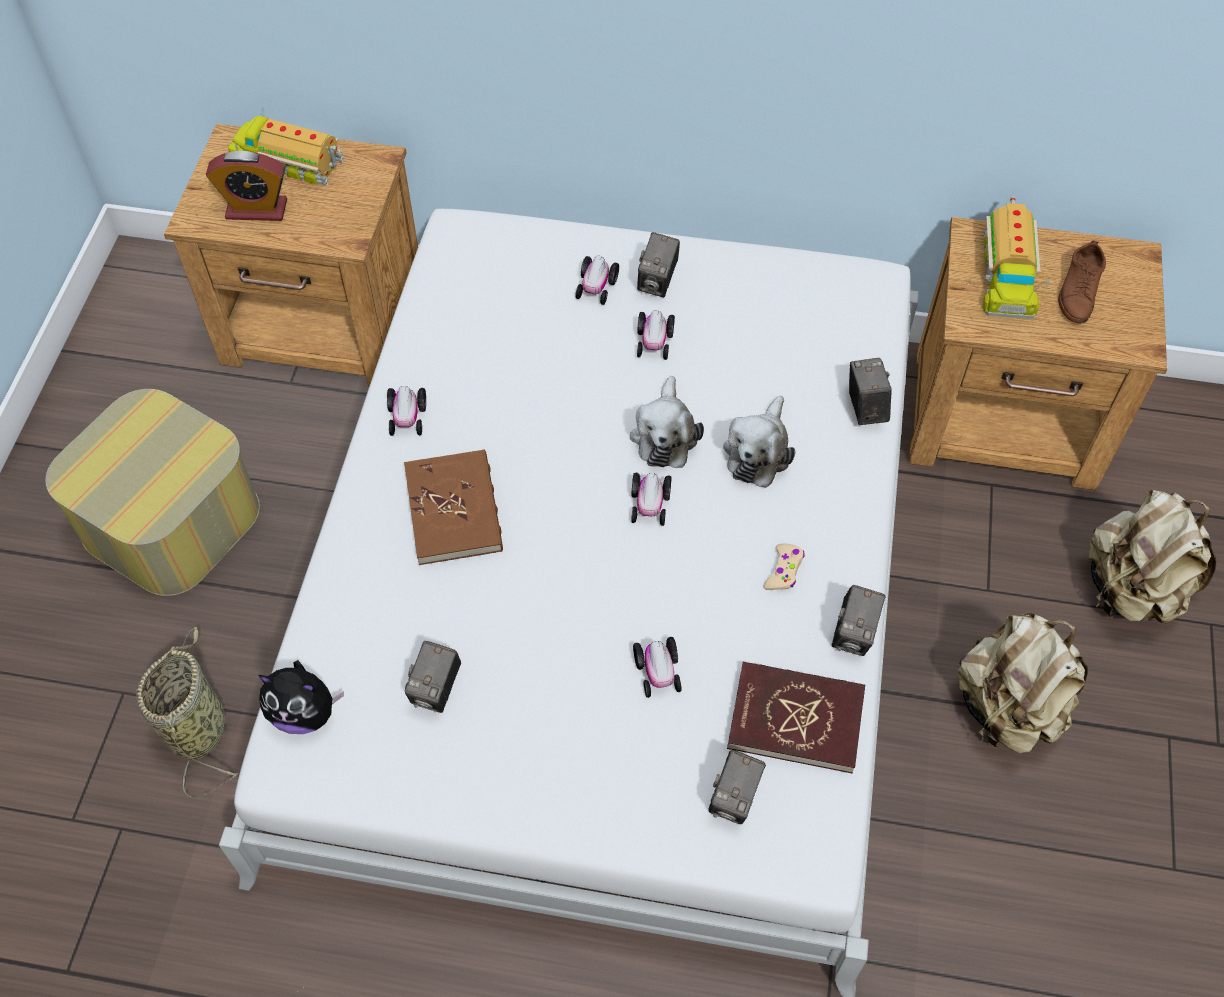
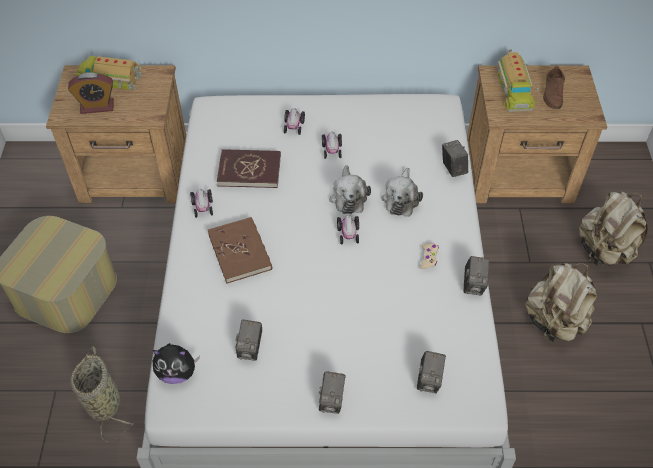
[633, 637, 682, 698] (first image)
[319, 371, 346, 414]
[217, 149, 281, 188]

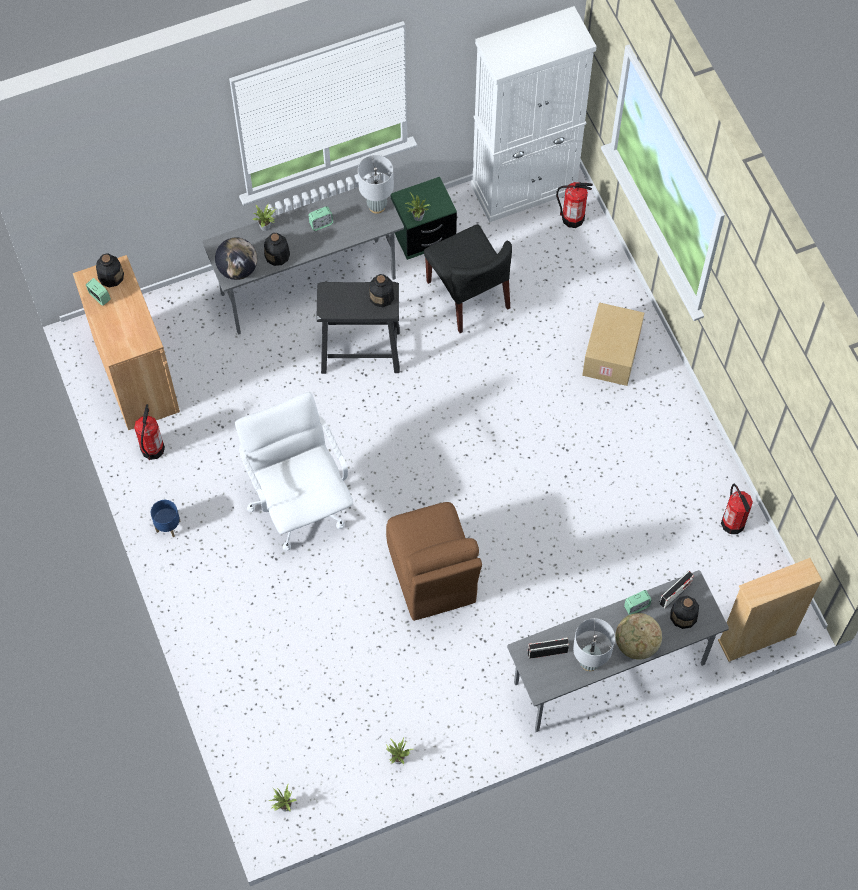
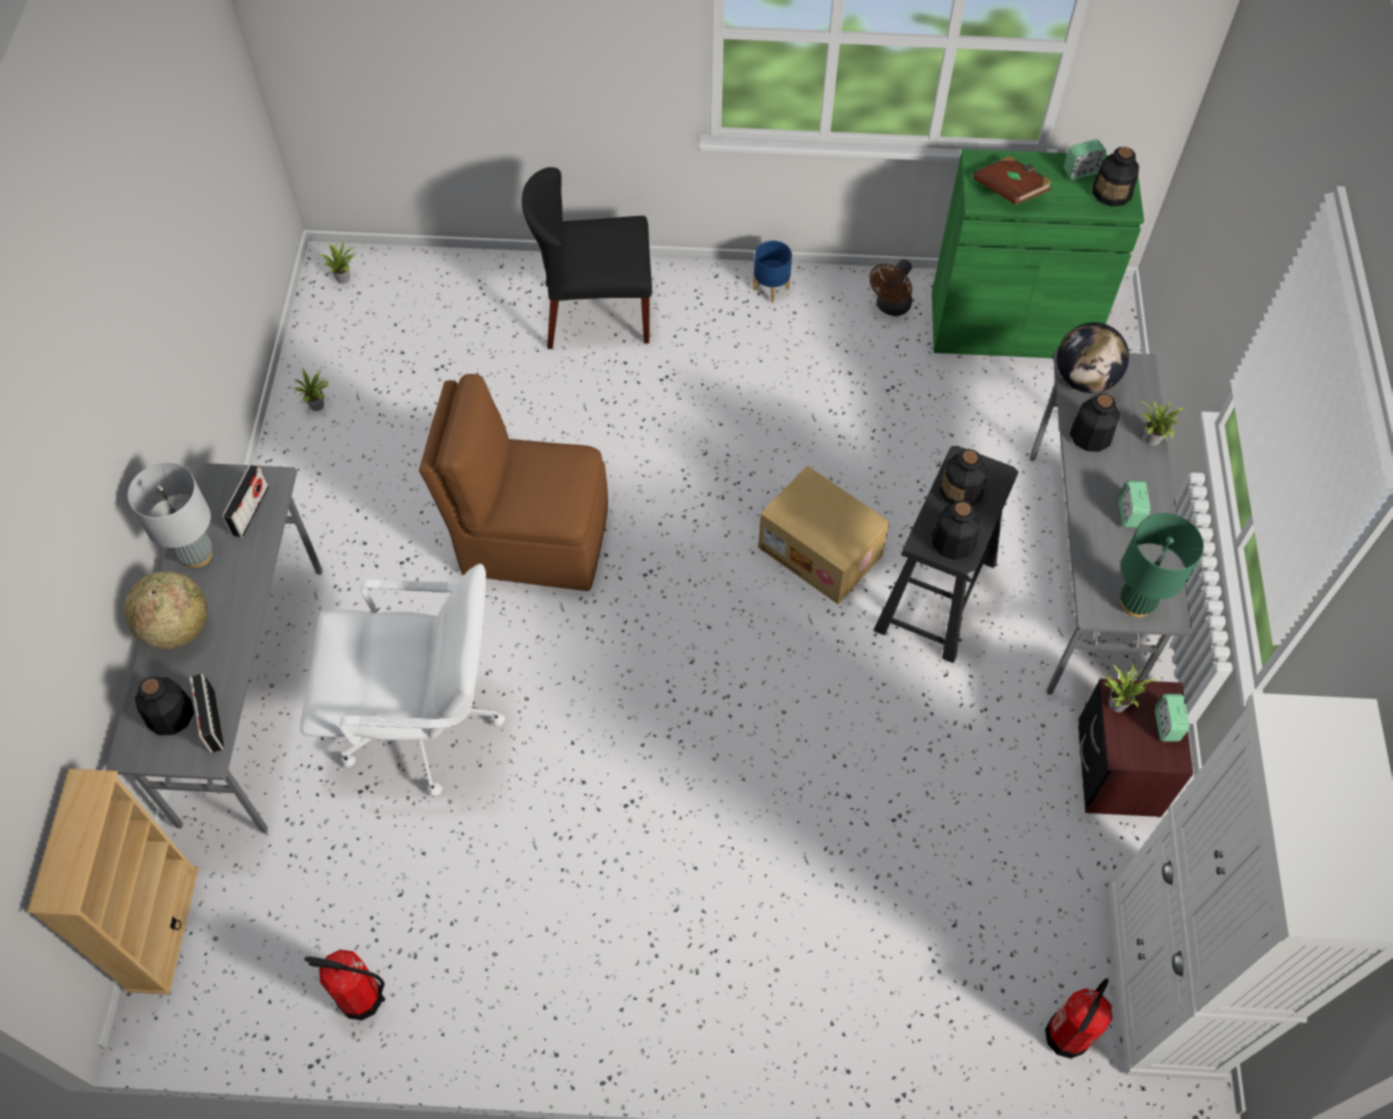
[939, 449, 987, 506]
[973, 156, 1052, 205]
[300, 564, 505, 796]
[522, 167, 652, 349]
[758, 466, 890, 604]
[1155, 694, 1189, 742]
[869, 259, 912, 316]
[932, 149, 1144, 358]
[1121, 513, 1204, 618]
[1078, 678, 1193, 817]

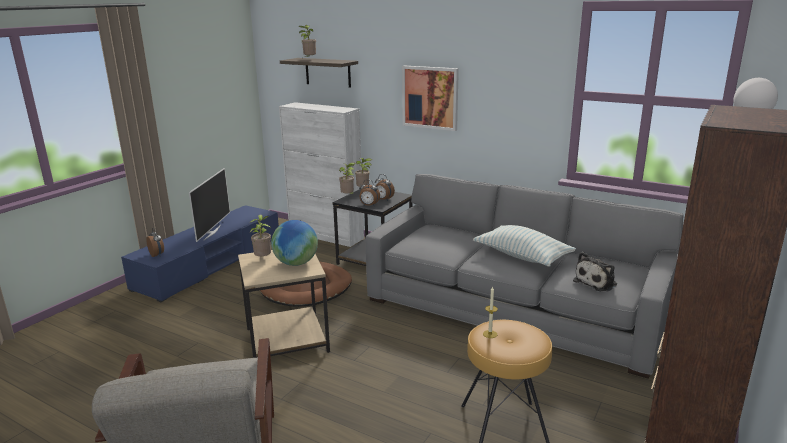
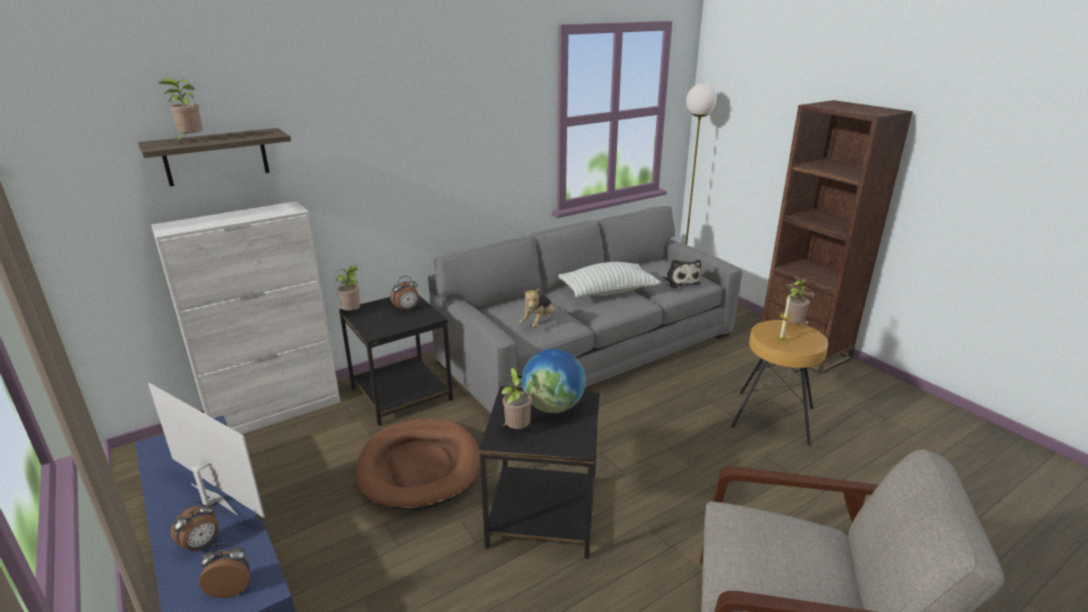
[402, 66, 459, 131] (first image)
[519, 288, 554, 328]
[786, 276, 810, 323]
[170, 501, 219, 553]
[479, 386, 600, 559]

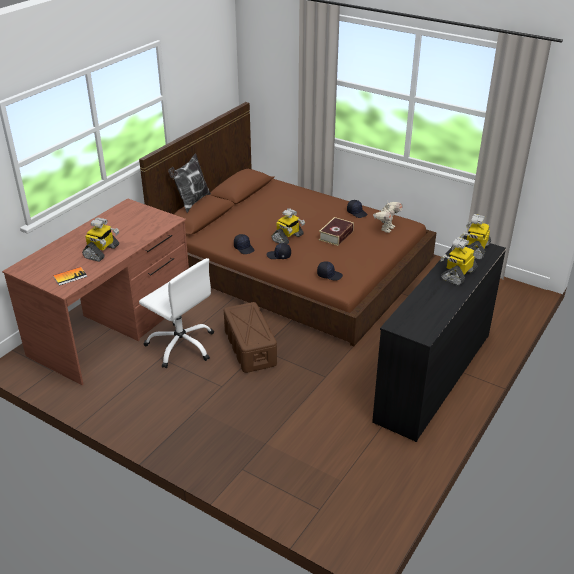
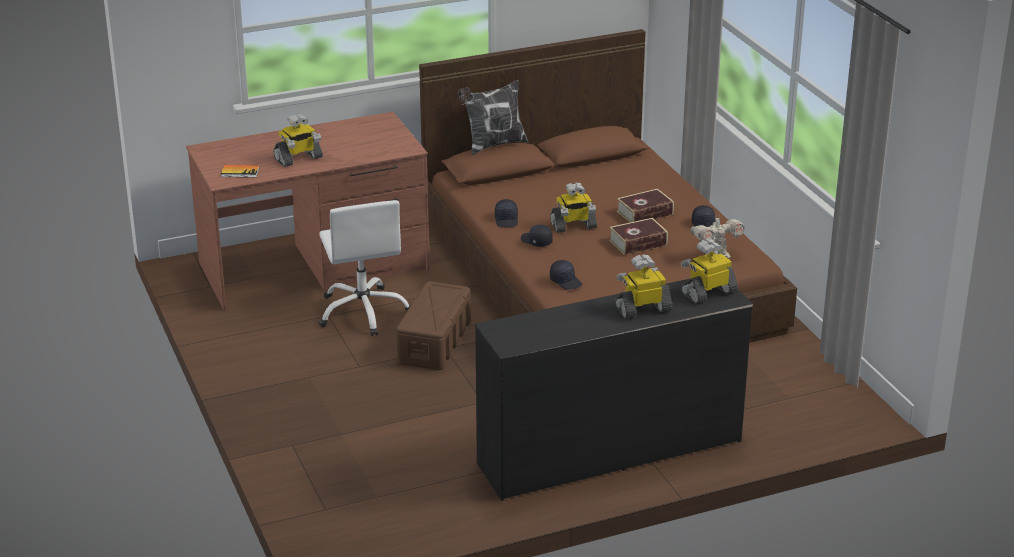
[617, 189, 674, 222]

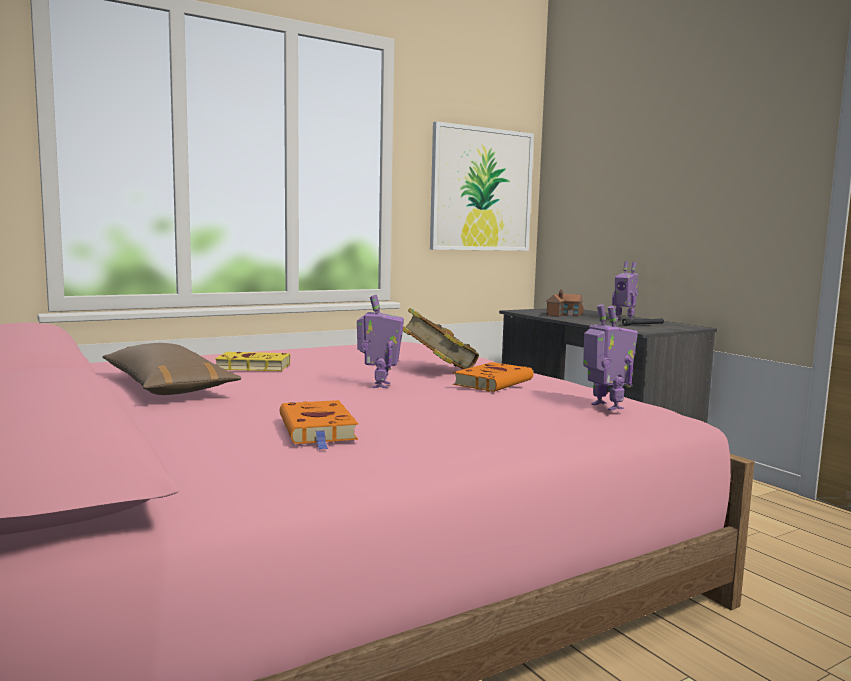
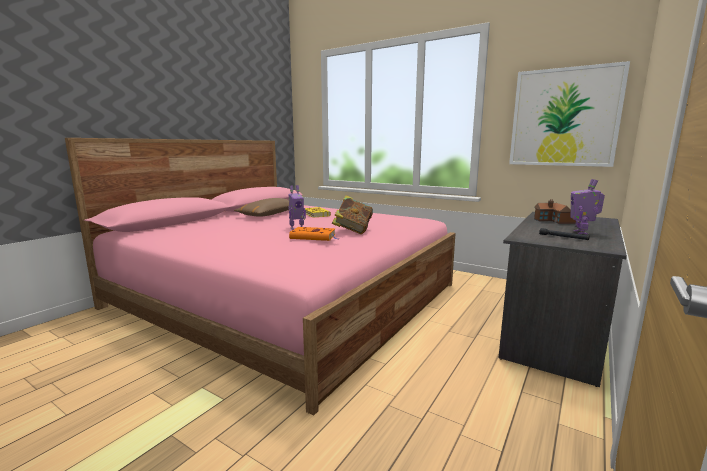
[280, 400, 358, 450] (first image)
[583, 304, 638, 411] (first image)

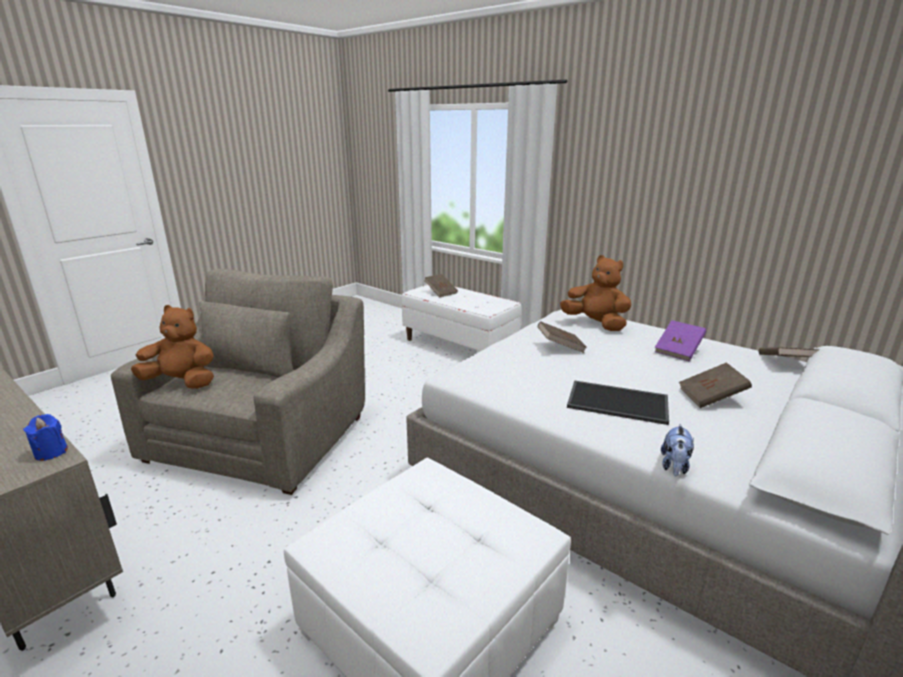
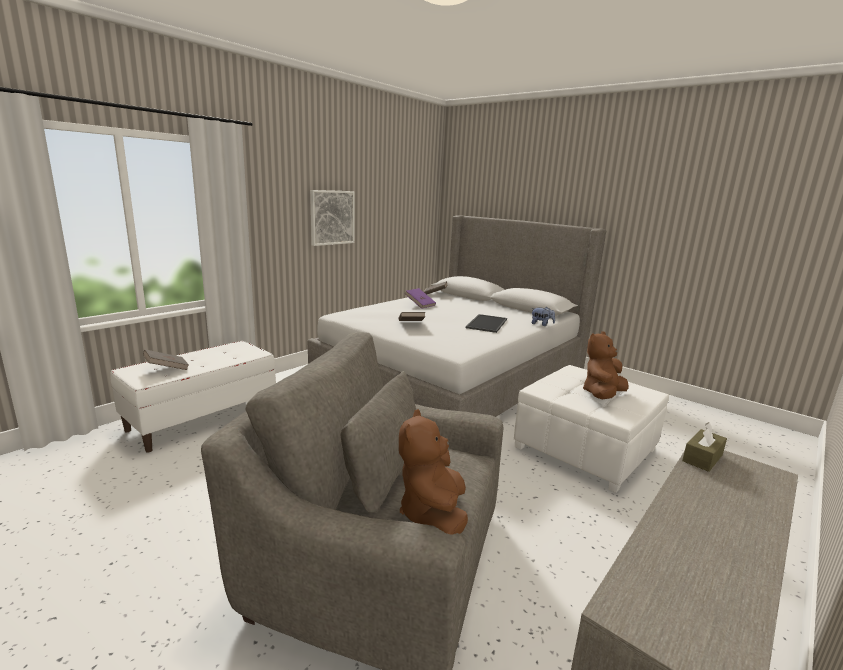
[679, 363, 752, 408] (first image)
[310, 190, 355, 246]
[583, 331, 629, 399]
[682, 422, 727, 472]

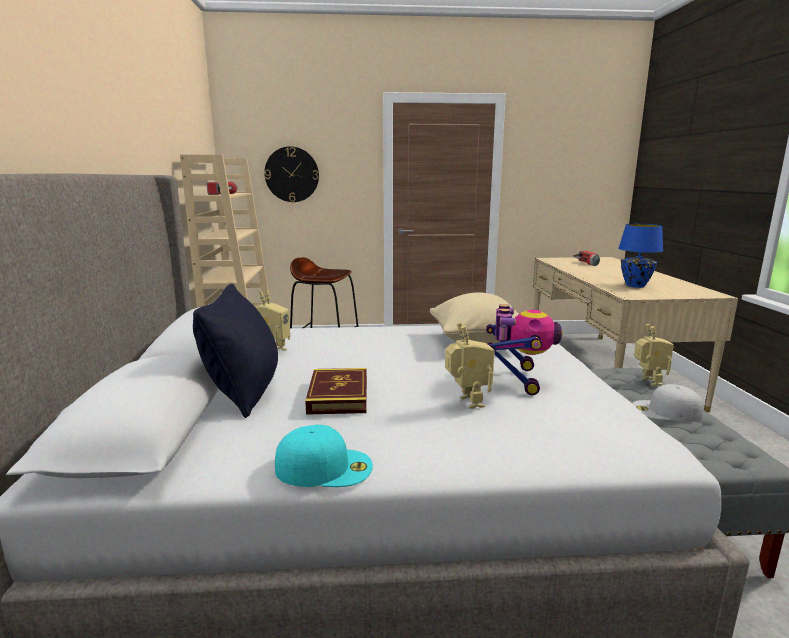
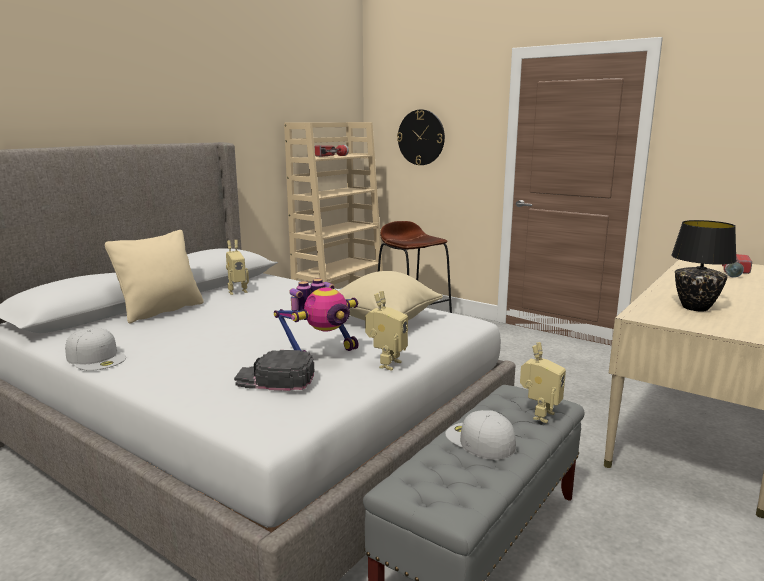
[305, 368, 367, 415] (first image)
[234, 350, 314, 391]
[365, 291, 408, 371]
[105, 230, 204, 324]
[65, 328, 126, 371]
[671, 220, 737, 311]

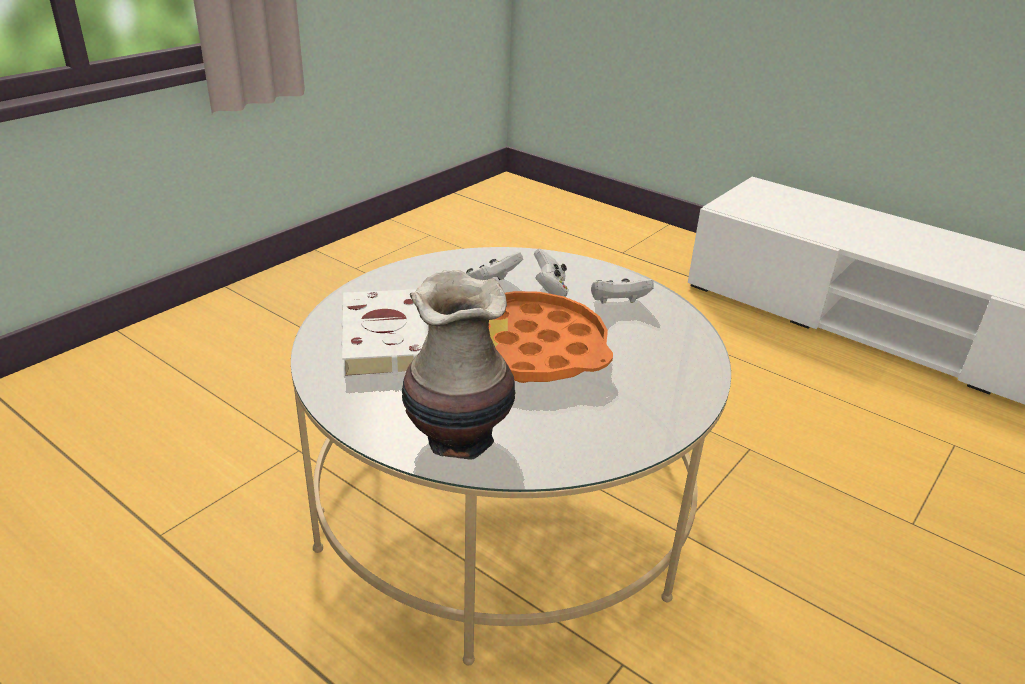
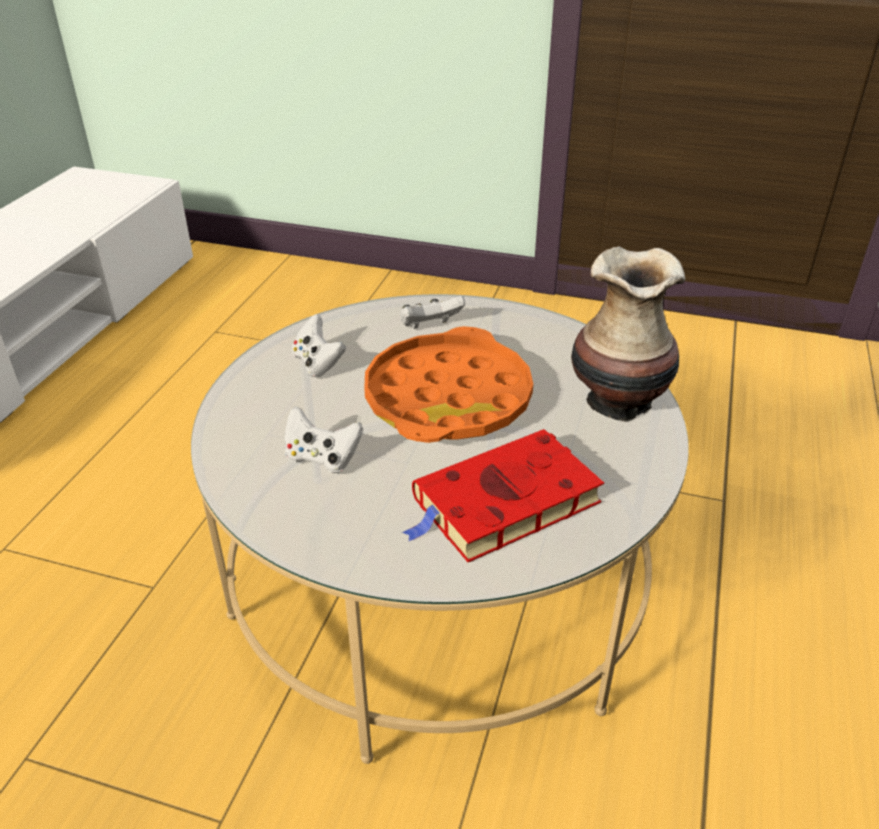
[400, 296, 465, 329]
[402, 429, 604, 562]

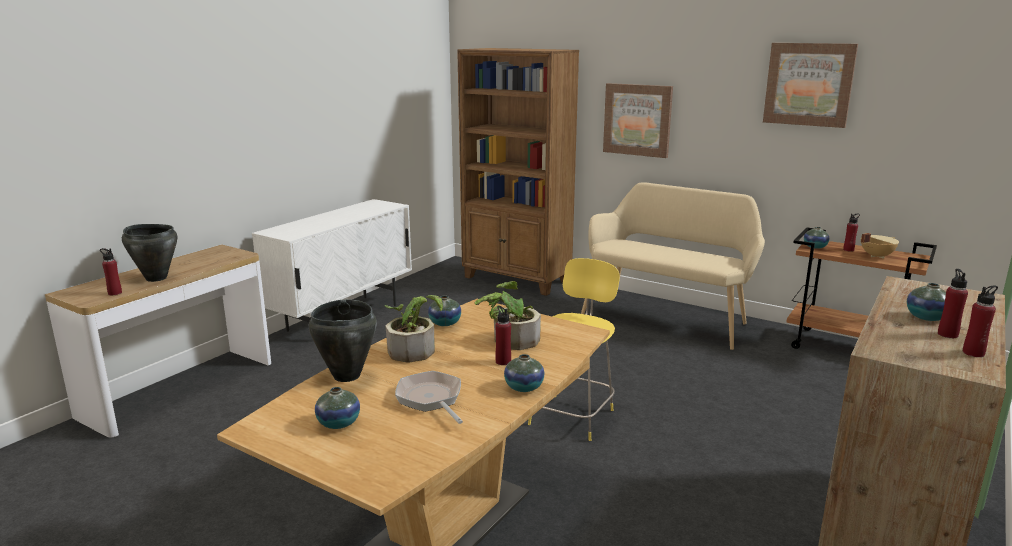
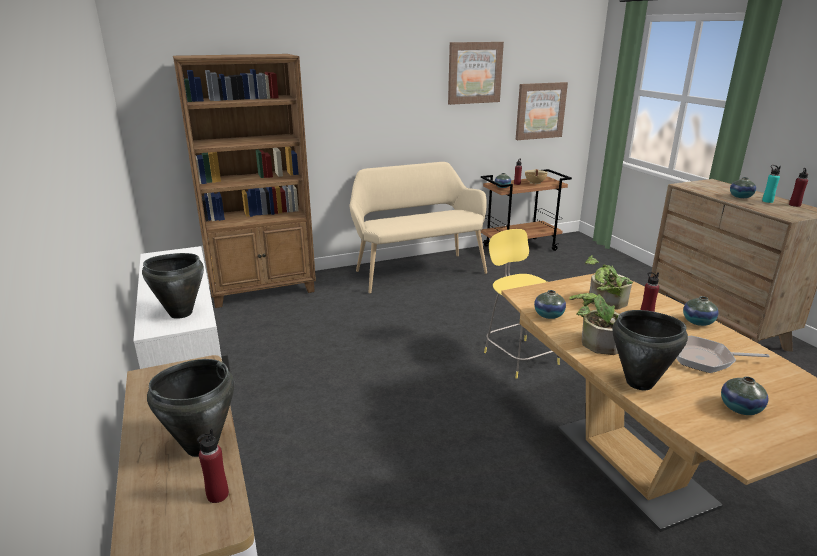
[142, 253, 204, 319]
[516, 82, 568, 140]
[762, 165, 781, 203]

